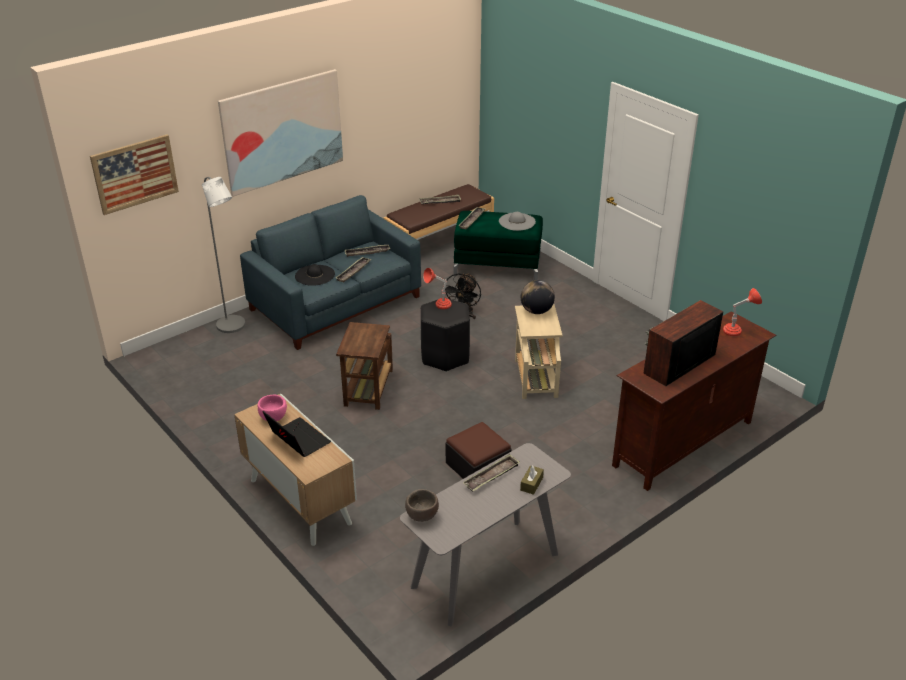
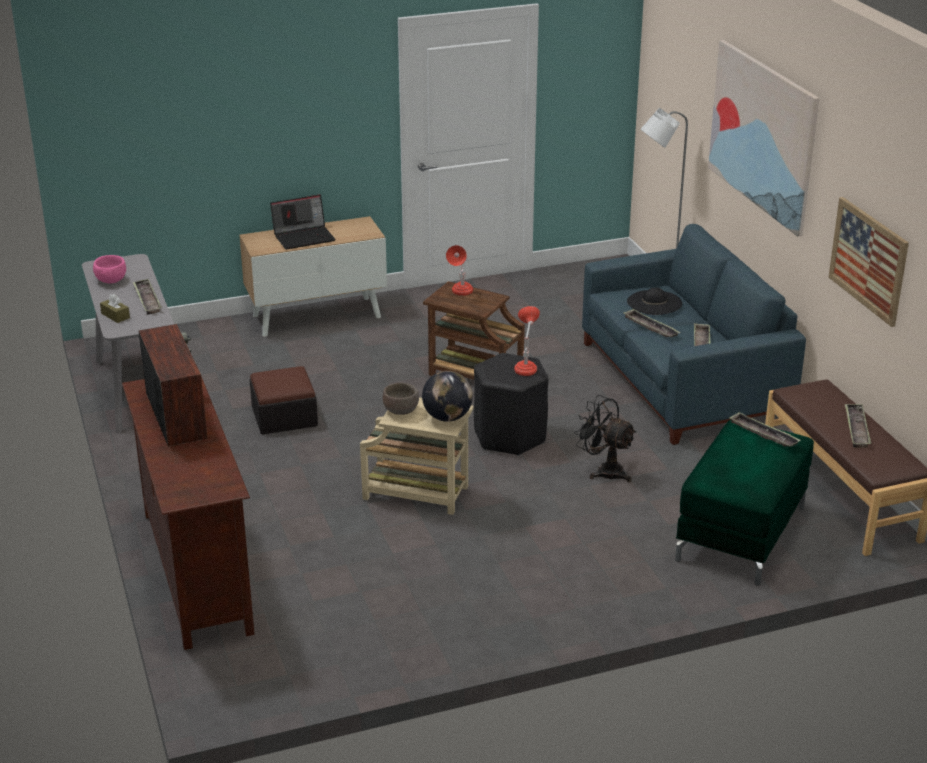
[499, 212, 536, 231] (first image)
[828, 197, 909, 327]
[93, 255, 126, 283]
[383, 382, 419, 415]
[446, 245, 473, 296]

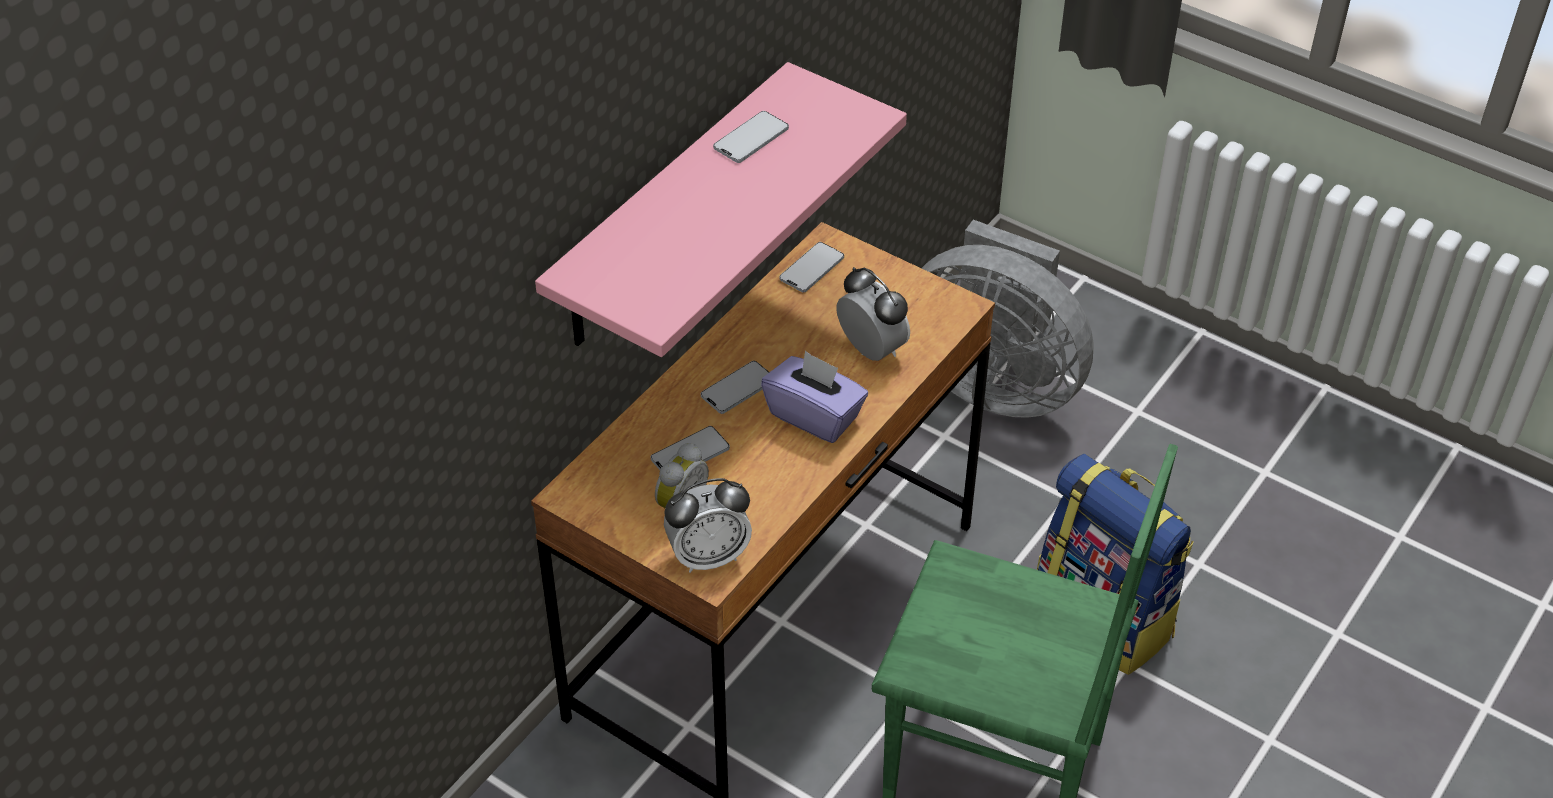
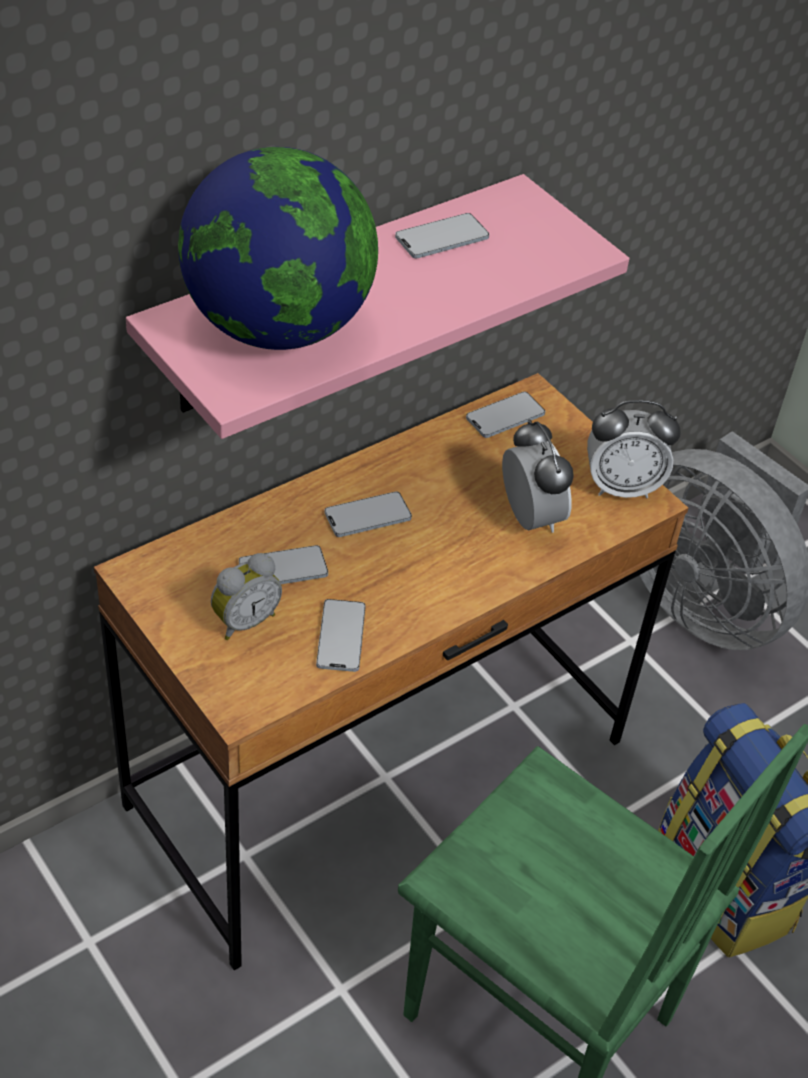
[761, 350, 868, 443] (first image)
[178, 147, 378, 350]
[316, 599, 366, 672]
[587, 400, 681, 498]

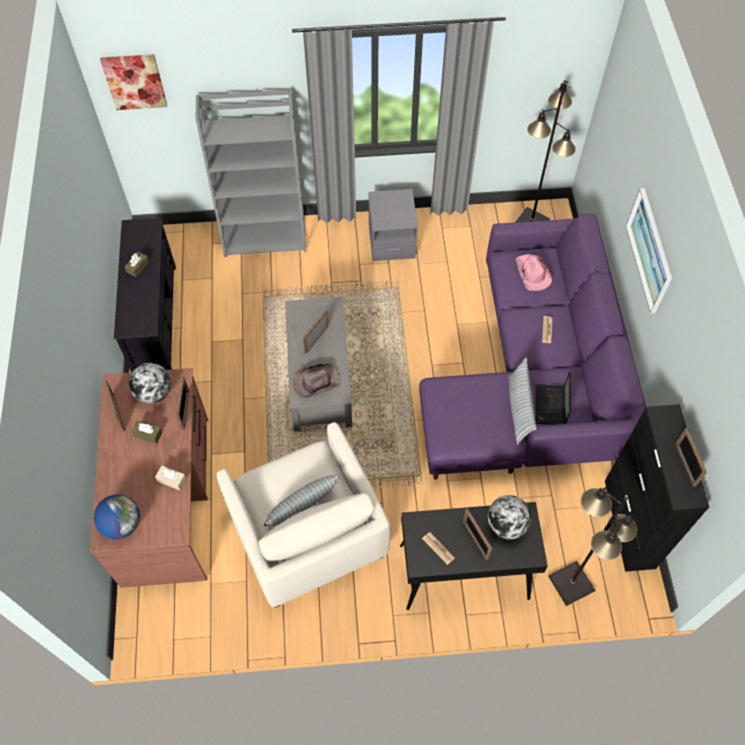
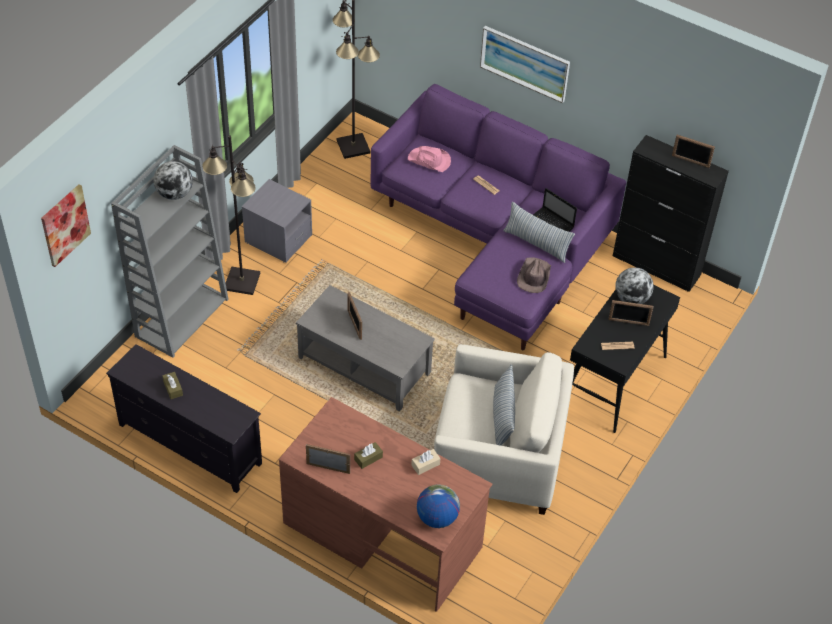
[176, 376, 189, 430] (first image)
[154, 161, 193, 200]
[517, 258, 551, 293]
[202, 136, 260, 295]

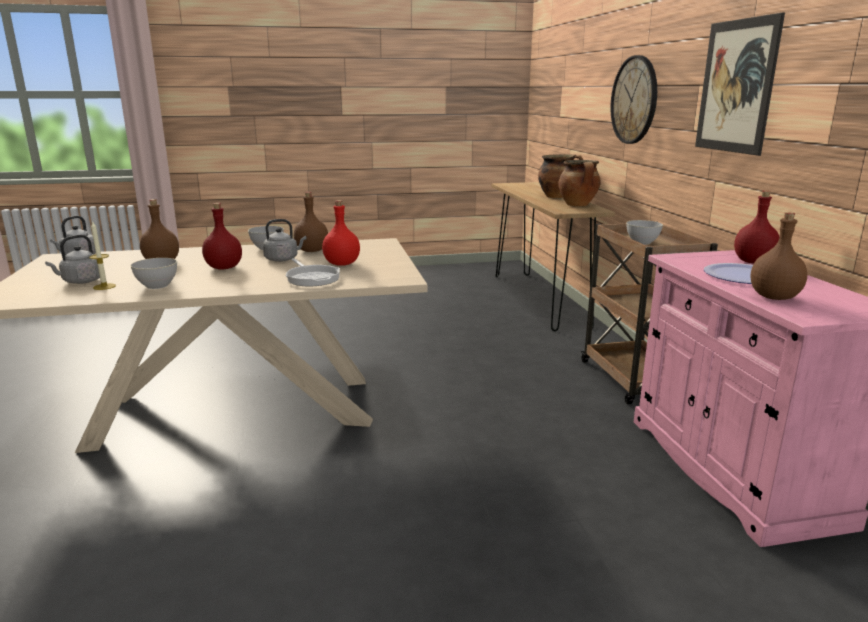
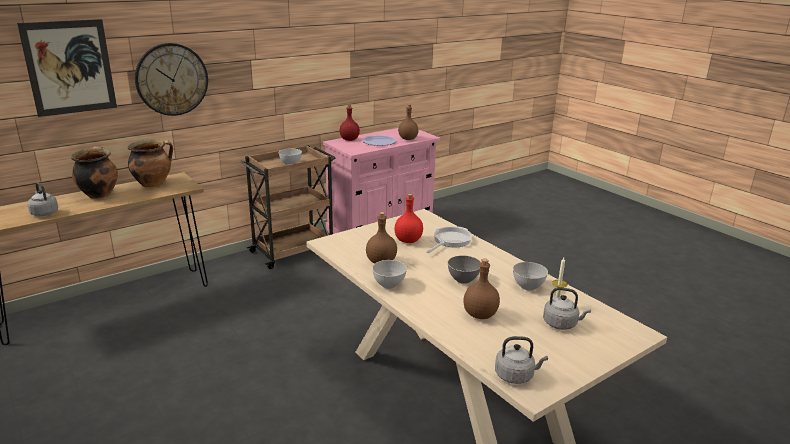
[27, 182, 58, 216]
[17, 19, 117, 117]
[448, 255, 481, 284]

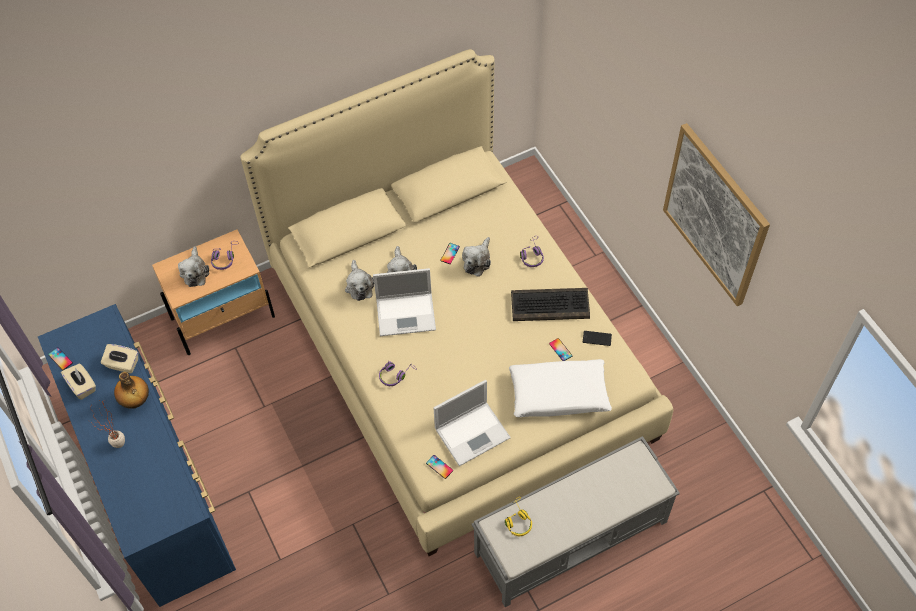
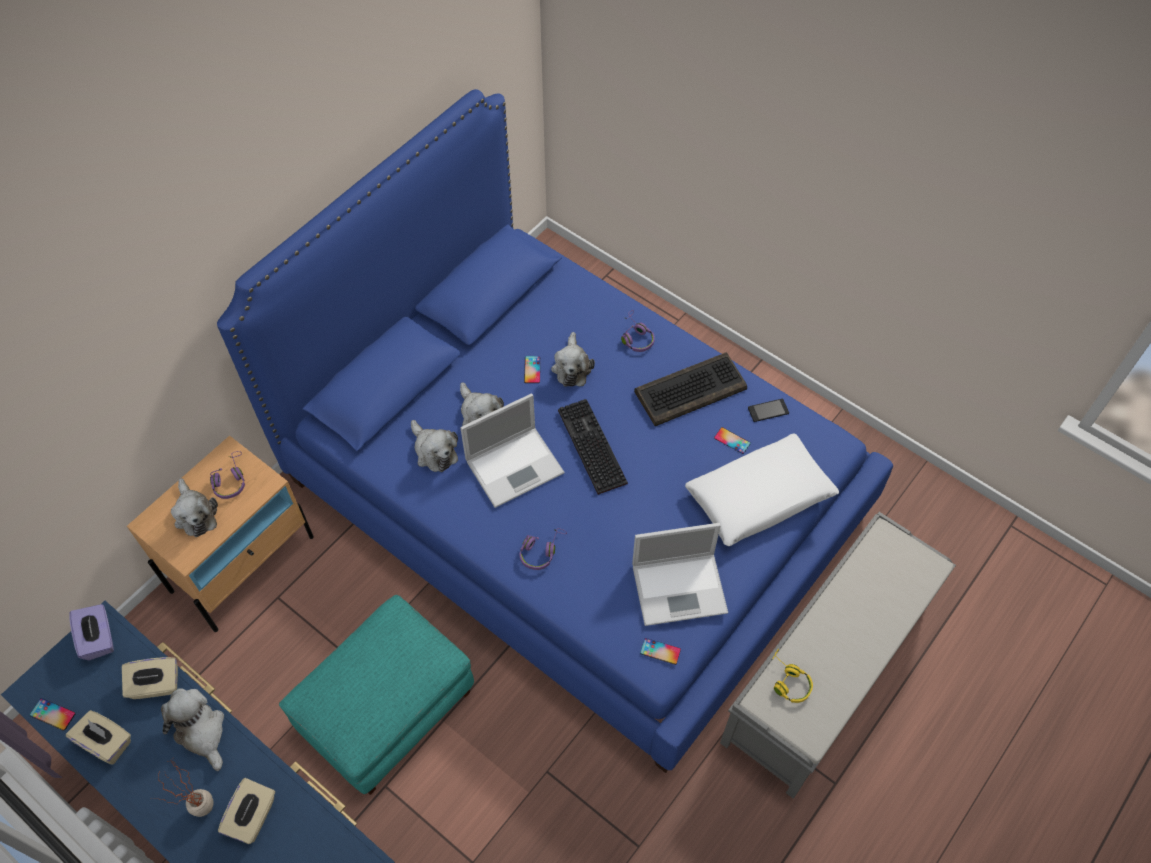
[663, 123, 770, 306] (first image)
[69, 604, 114, 661]
[218, 778, 275, 844]
[279, 595, 474, 795]
[558, 399, 628, 495]
[161, 688, 224, 771]
[217, 89, 893, 773]
[632, 523, 728, 626]

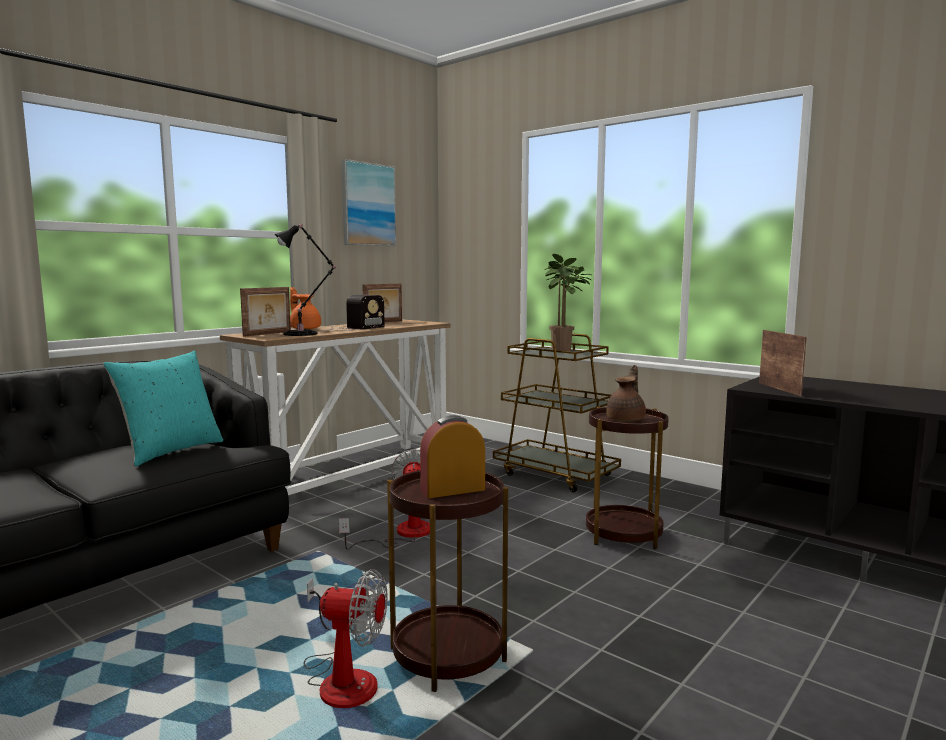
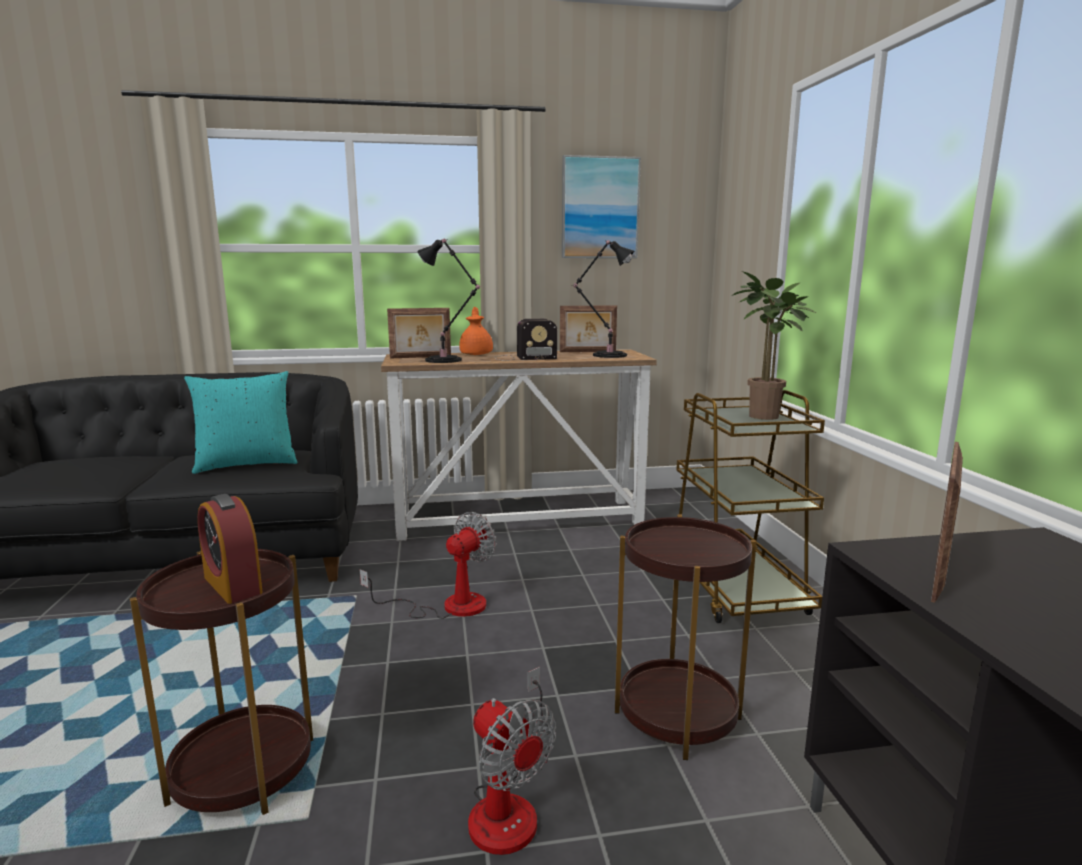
[606, 365, 646, 422] (first image)
[572, 240, 634, 358]
[468, 667, 556, 855]
[197, 494, 263, 604]

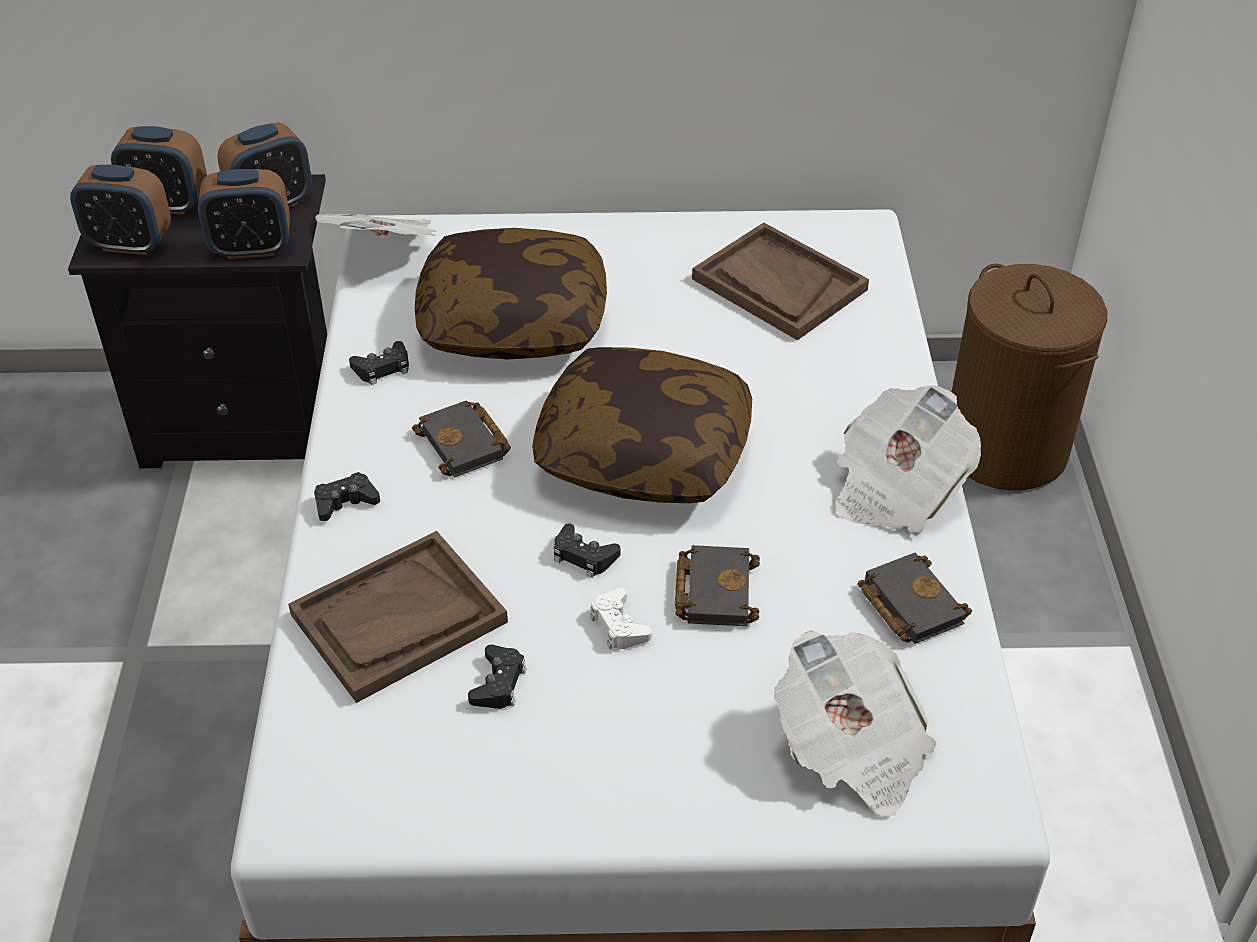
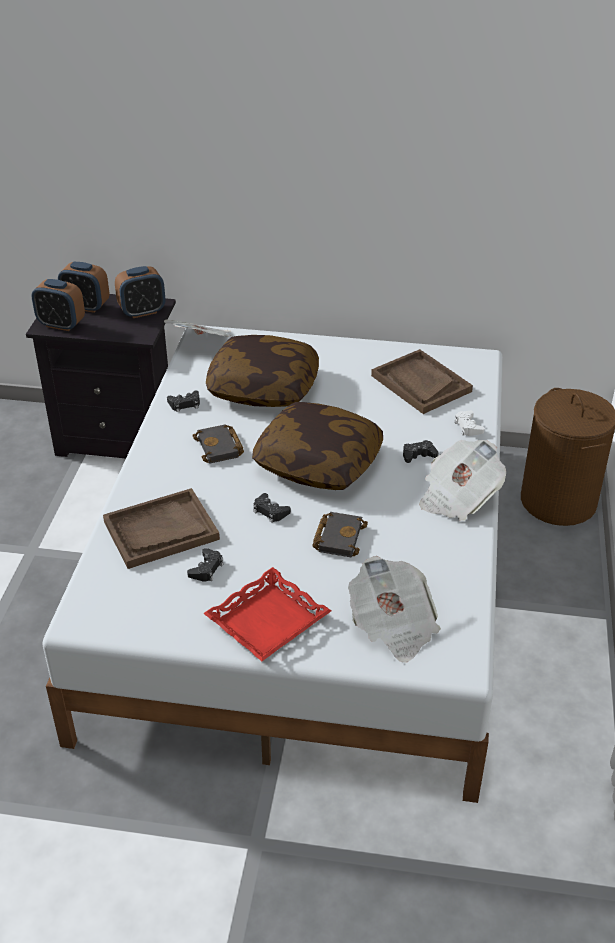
[198, 169, 290, 259] (first image)
[858, 553, 972, 644] (first image)
[203, 567, 331, 661]
[403, 440, 438, 463]
[454, 411, 485, 436]

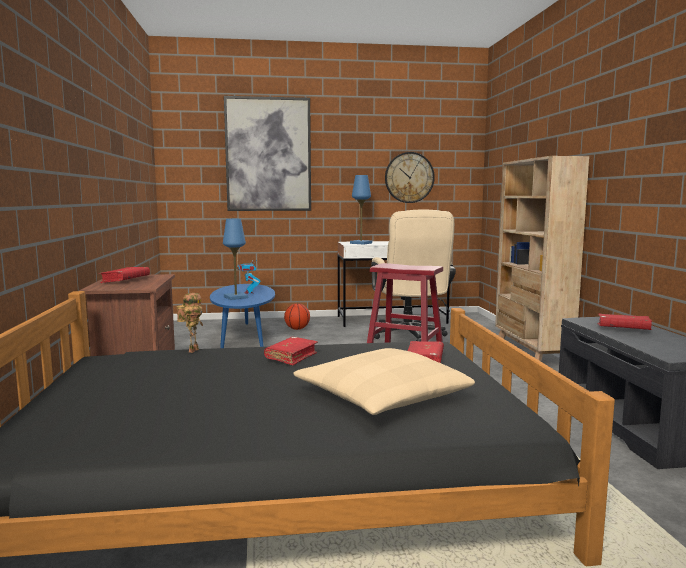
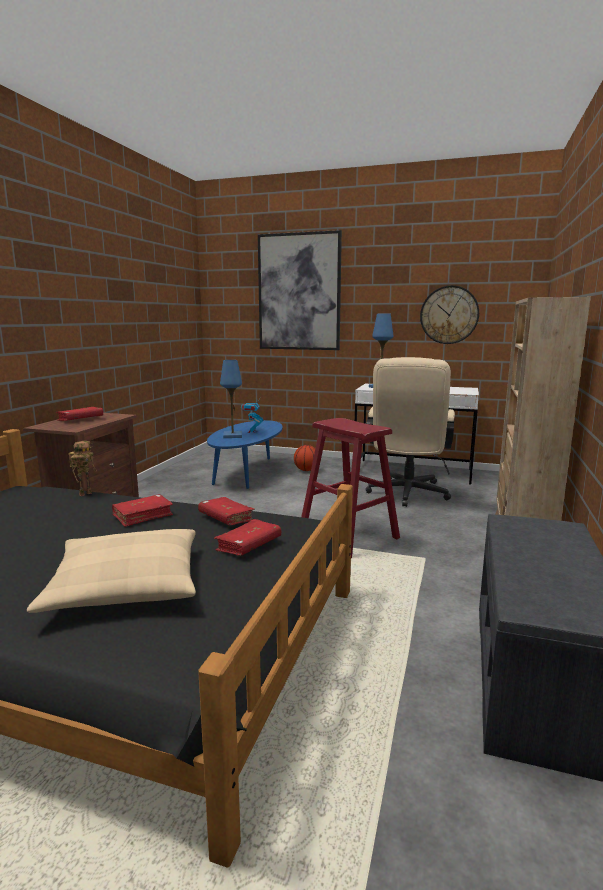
[198, 497, 255, 525]

